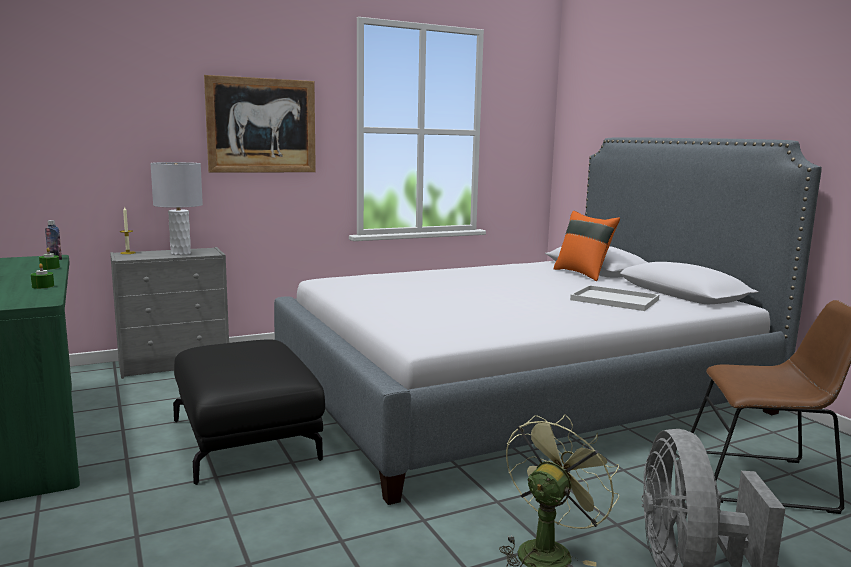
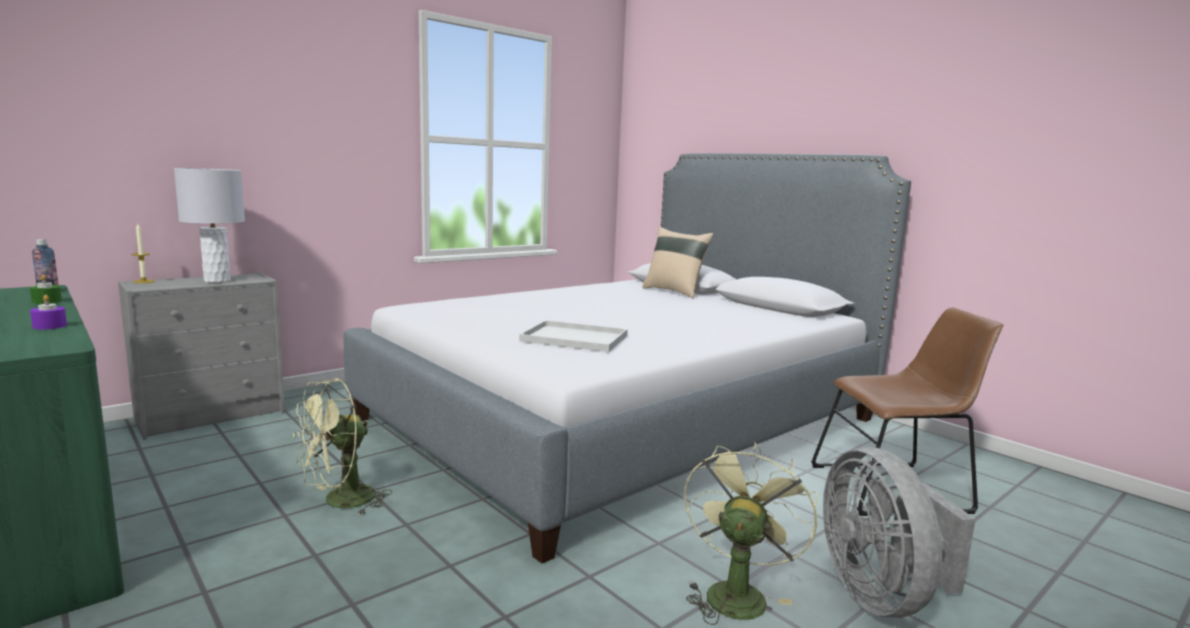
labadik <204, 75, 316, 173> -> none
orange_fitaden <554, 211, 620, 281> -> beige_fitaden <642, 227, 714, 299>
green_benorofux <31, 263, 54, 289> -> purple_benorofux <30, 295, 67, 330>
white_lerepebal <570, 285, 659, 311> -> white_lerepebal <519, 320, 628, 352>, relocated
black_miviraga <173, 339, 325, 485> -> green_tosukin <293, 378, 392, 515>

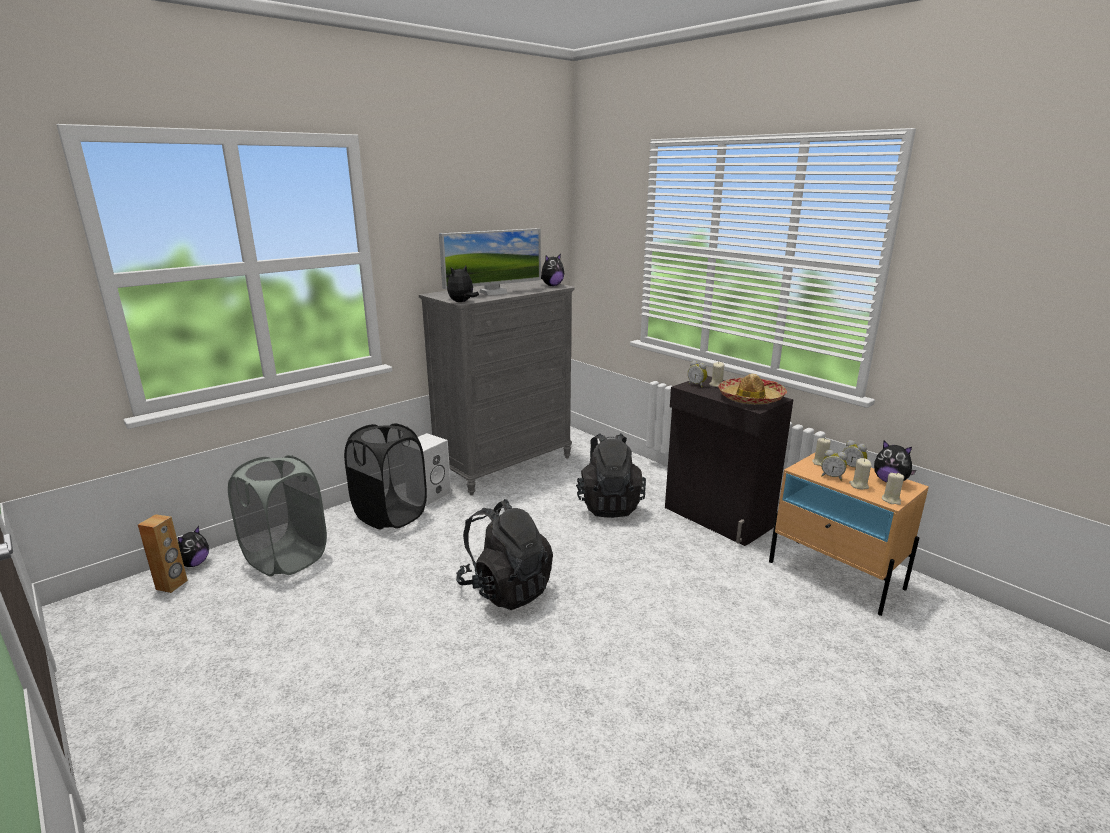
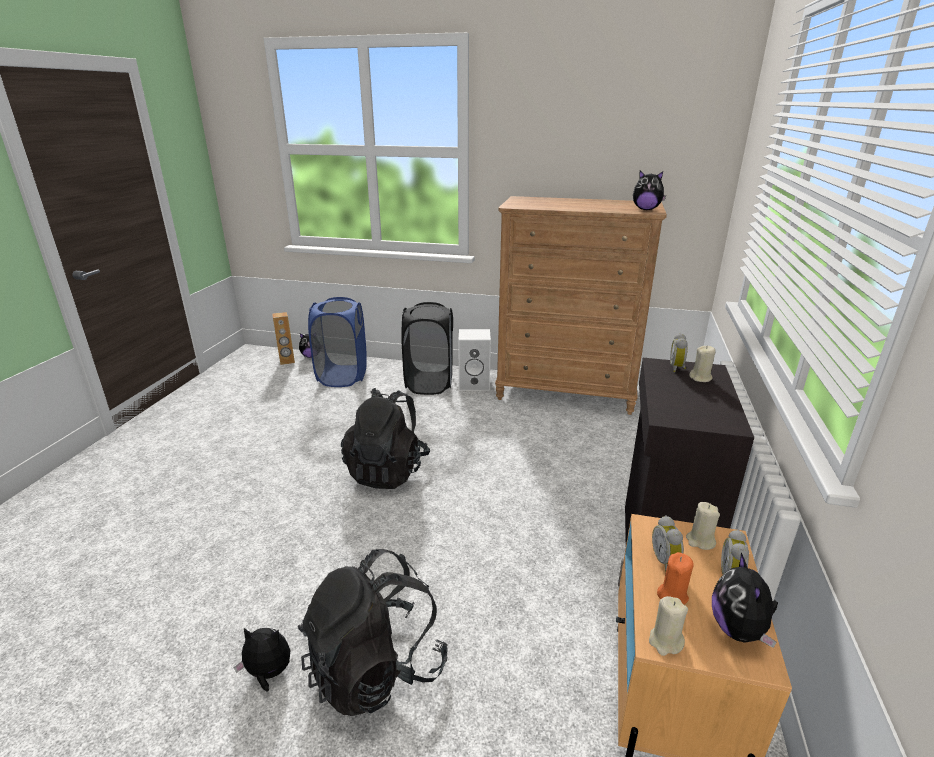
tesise <439, 228, 541, 295> -> none
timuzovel <447, 266, 479, 302> -> timuzovel <234, 628, 290, 692>, relocated
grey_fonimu <419, 280, 575, 495> -> brown_fonimu <495, 196, 667, 415>
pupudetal <718, 374, 787, 404> -> none
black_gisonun <576, 433, 646, 518> -> black_gisonun <298, 549, 448, 716>, relocated
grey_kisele <228, 455, 327, 577> -> blue_kisele <308, 297, 367, 387>
beige_benorofux <849, 458, 872, 490> -> orange_benorofux <657, 552, 694, 605>

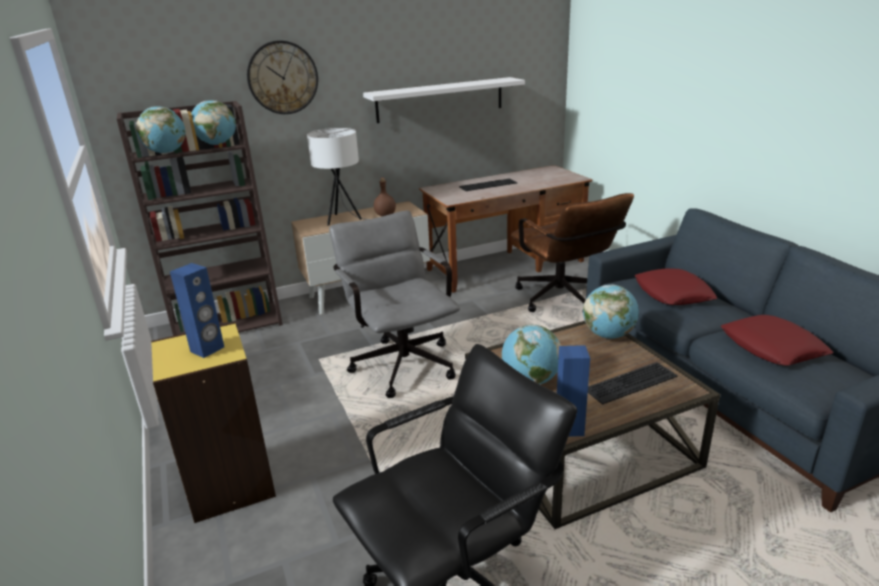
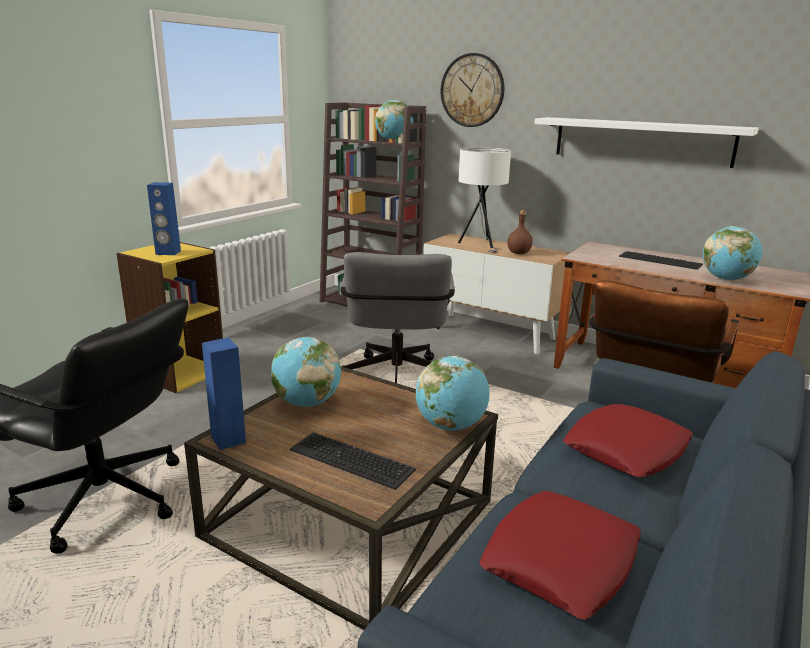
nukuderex <136, 106, 186, 154> -> nukuderex <703, 226, 762, 281>, relocated
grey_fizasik <329, 211, 460, 398> -> grey_fizasik <341, 252, 455, 383>, 150 degrees clockwise

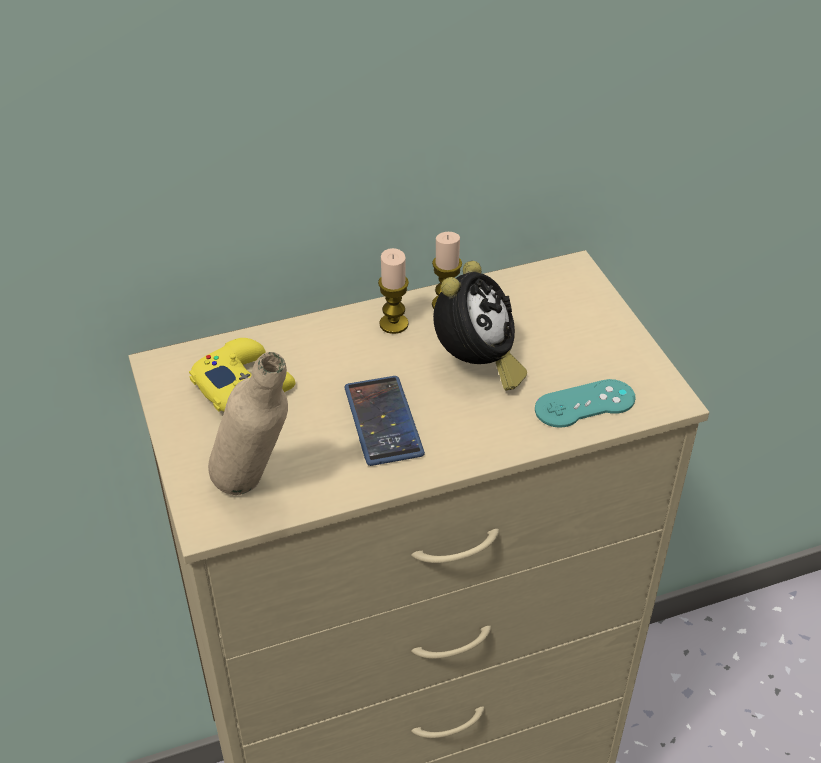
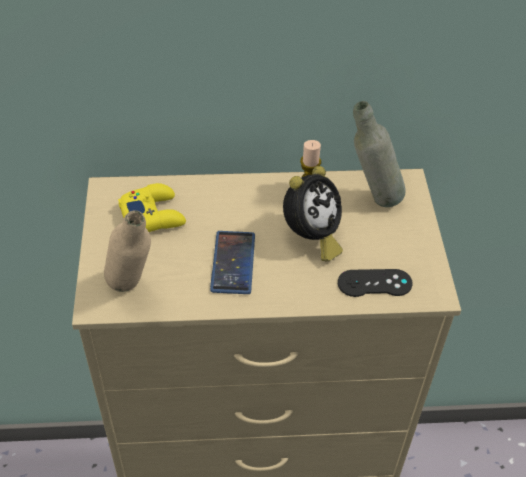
benorofux <378, 248, 409, 334> -> none
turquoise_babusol <535, 379, 636, 428> -> black_babusol <338, 269, 413, 297>
none -> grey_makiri <353, 101, 406, 207>

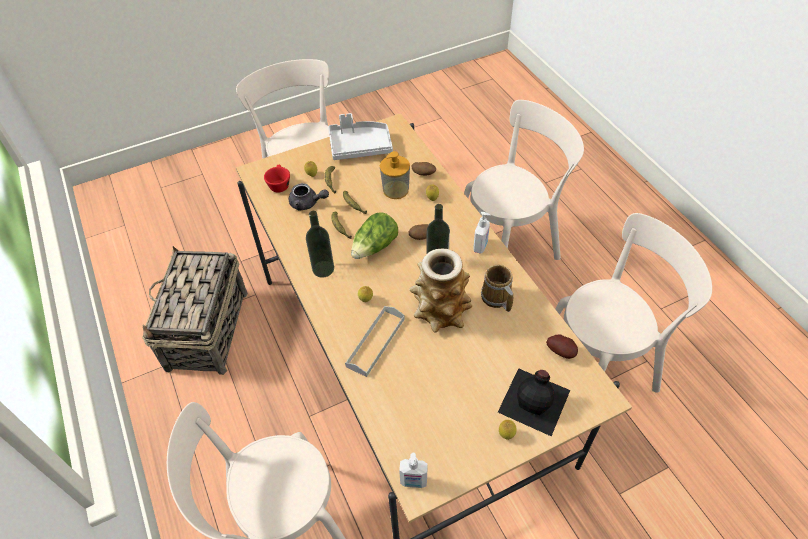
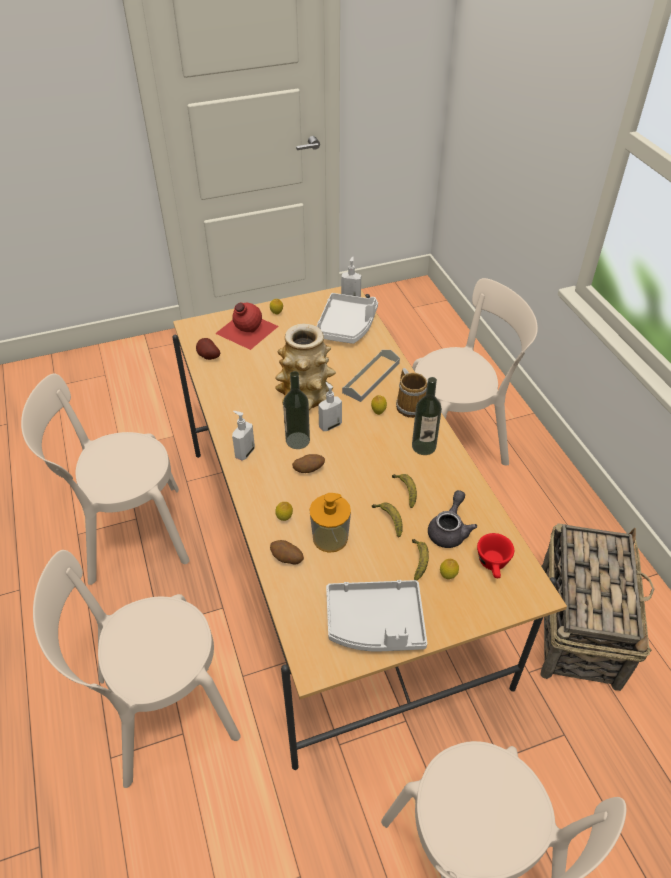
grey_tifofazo <289, 183, 329, 210> -> grey_tifofazo <428, 490, 477, 548>, 90 degrees clockwise
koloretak <351, 212, 398, 259> -> none
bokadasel <481, 265, 513, 312> -> bokadasel <396, 368, 427, 418>, relocated
black_makiri <498, 368, 570, 436> -> red_makiri <215, 302, 279, 350>
none -> white_lerepebal <317, 293, 378, 344>
none -> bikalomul <318, 382, 342, 431>

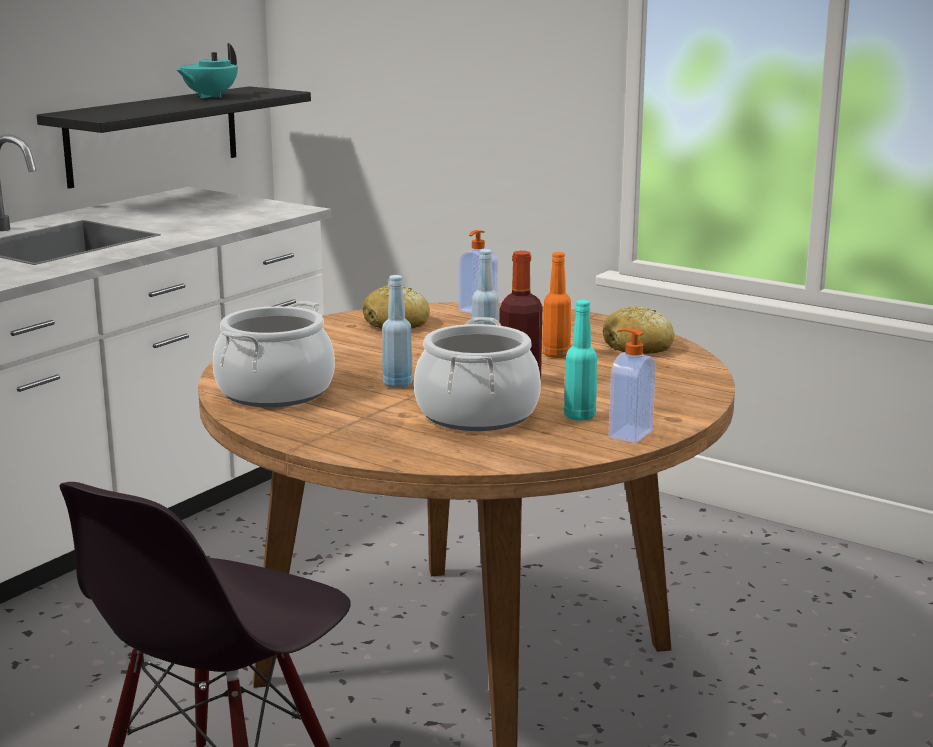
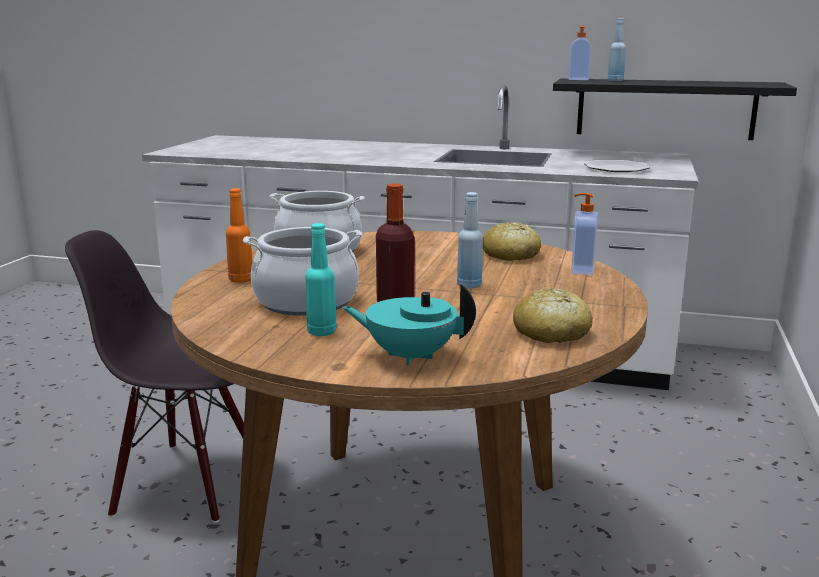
turquoise_tifofazo <177, 43, 238, 98> -> turquoise_tifofazo <342, 284, 476, 365>, relocated
orange_makiri <542, 252, 571, 358> -> orange_makiri <226, 188, 253, 283>, relocated
blue_makiri <382, 275, 413, 388> -> blue_makiri <608, 18, 626, 81>, relocated
bikalomul <609, 328, 656, 443> -> bikalomul <568, 26, 591, 80>, relocated
none -> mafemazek <584, 160, 650, 172>

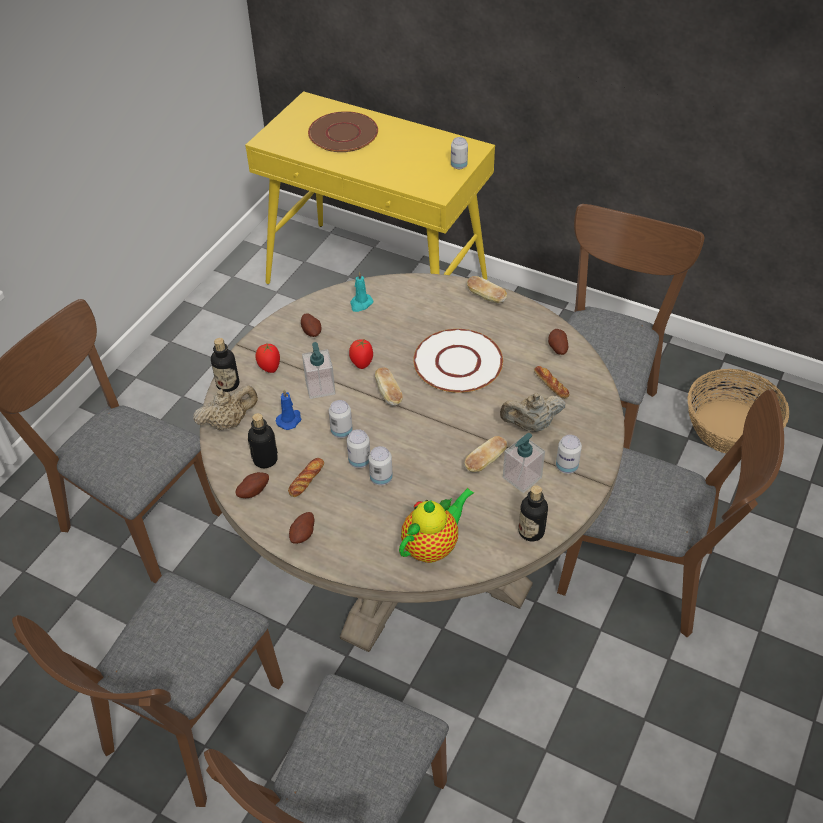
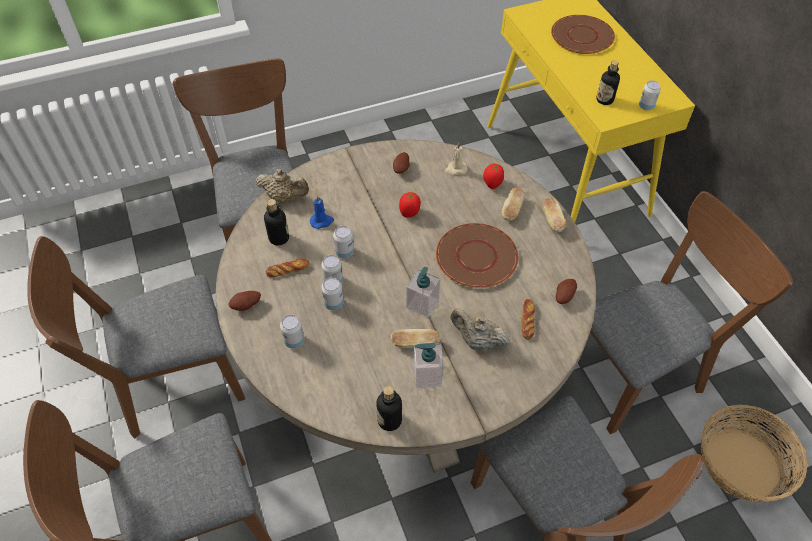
turquoise_benorofux <350, 271, 373, 312> -> beige_benorofux <445, 142, 467, 175>
white_mafemazek <413, 329, 503, 393> -> brown_mafemazek <436, 223, 518, 288>
makiri <211, 338, 239, 392> -> makiri <596, 60, 620, 105>, relocated
bikalomul <302, 342, 335, 399> -> bikalomul <406, 267, 440, 317>, relocated
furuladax <255, 344, 280, 373> -> furuladax <483, 164, 504, 189>, relocated
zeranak <375, 367, 403, 406> -> zeranak <502, 188, 524, 221>, relocated
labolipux <556, 435, 582, 474> -> labolipux <280, 315, 304, 349>, relocated
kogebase <235, 472, 269, 498> -> none
tifofazo <399, 488, 474, 563> -> none

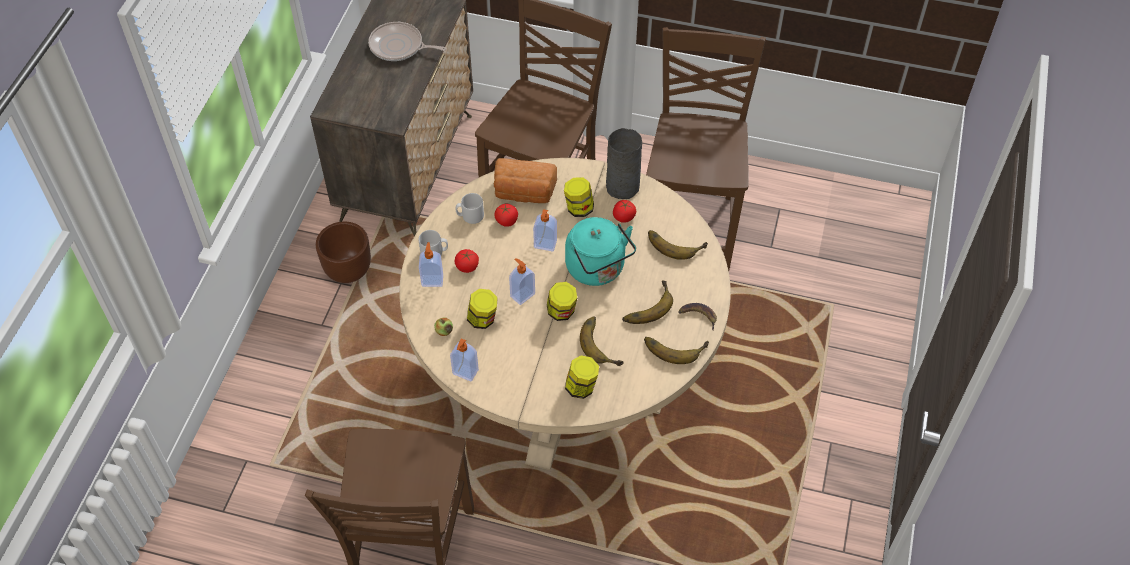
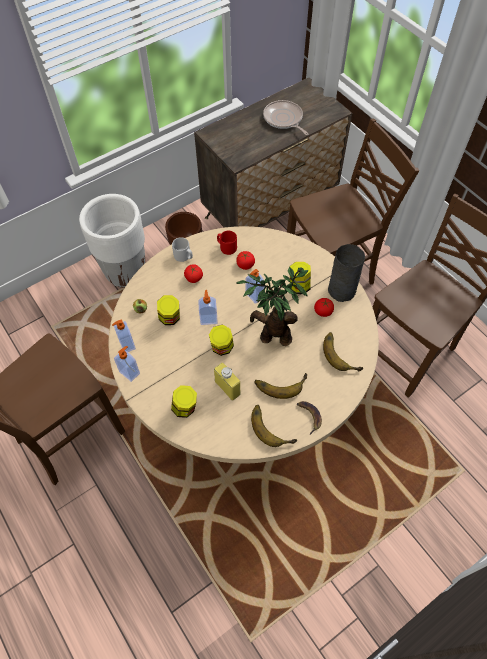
zeranak <494, 158, 557, 203> -> none
grey_bokadasel <456, 193, 484, 224> -> red_bokadasel <217, 231, 237, 255>
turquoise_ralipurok <565, 217, 636, 286> -> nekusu <236, 267, 309, 346>
bikalomul <419, 242, 443, 287> -> bikalomul <114, 346, 140, 382>, relocated
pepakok <580, 317, 624, 366> -> yellow_makiri <214, 363, 241, 401>
none -> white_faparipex <79, 194, 145, 288>

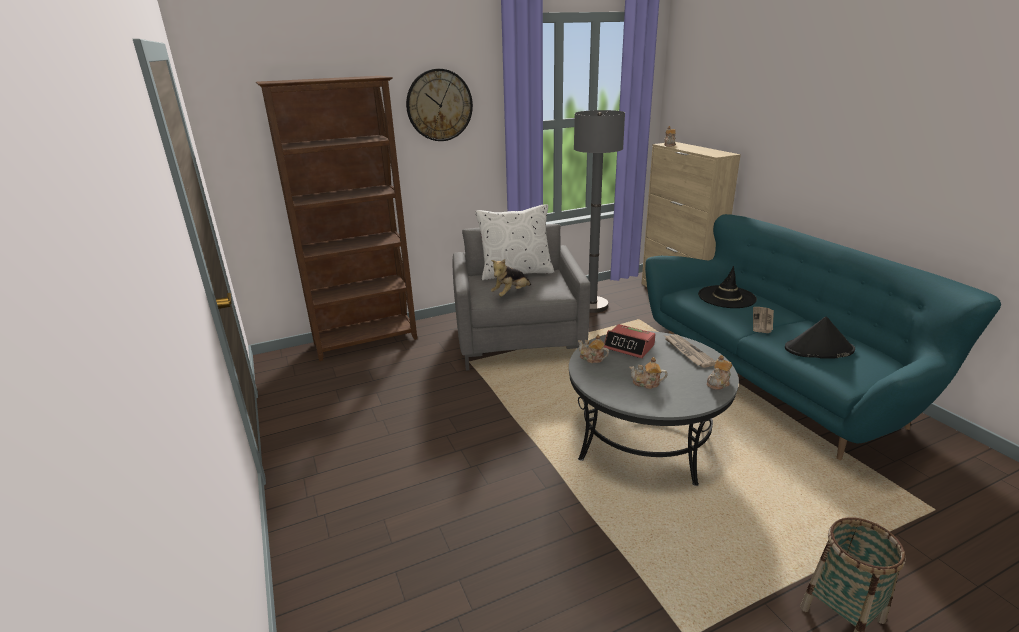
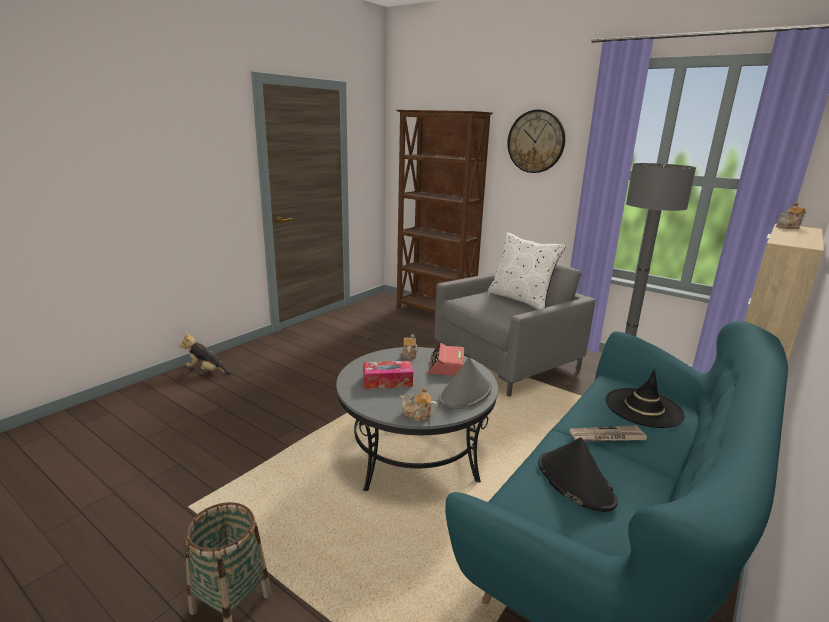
timuzovel <491, 259, 531, 297> -> timuzovel <179, 333, 232, 375>, relocated
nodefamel <665, 335, 716, 368> -> grey_pupudetal <439, 357, 492, 409>
tifofazo <629, 357, 668, 389> -> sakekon <363, 361, 413, 389>

